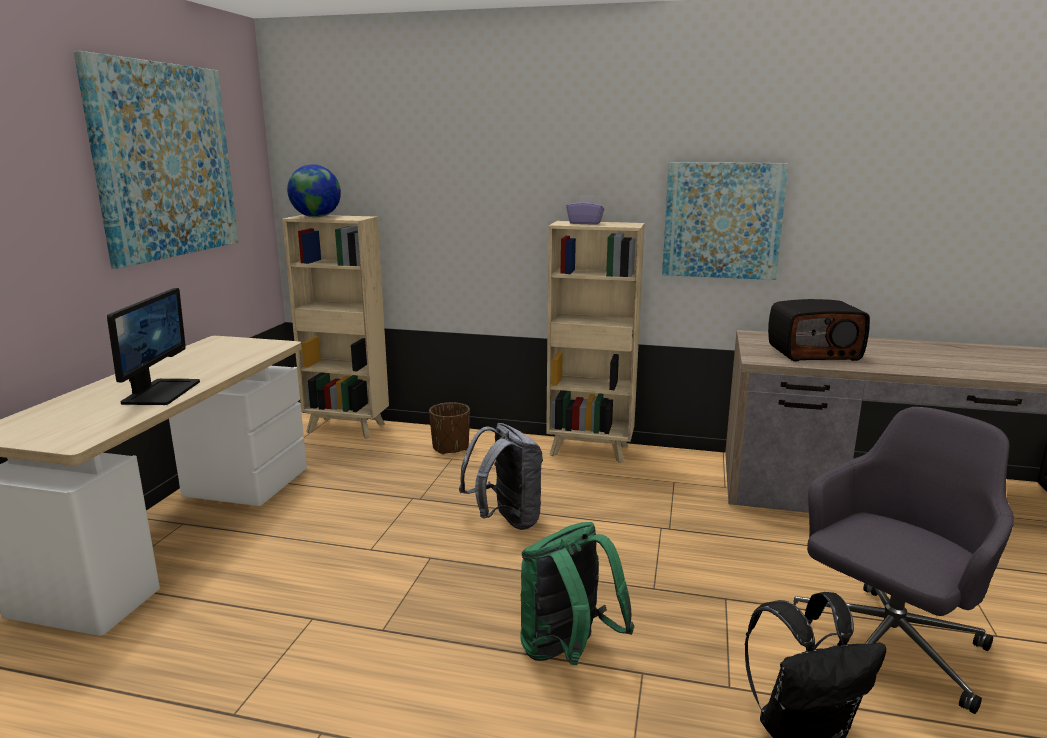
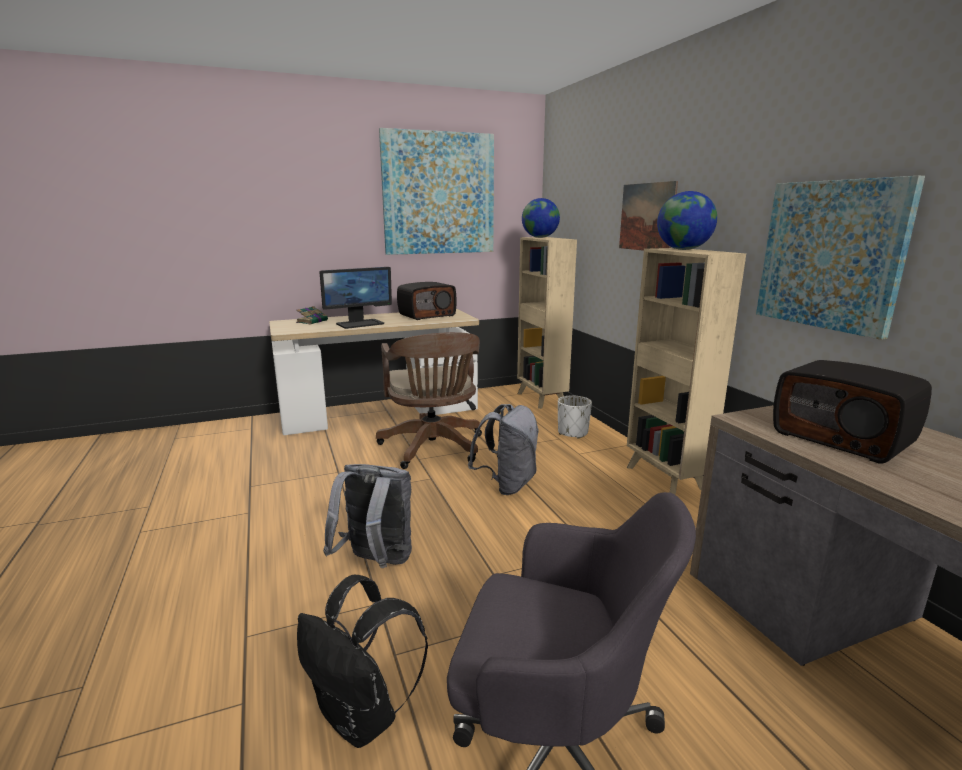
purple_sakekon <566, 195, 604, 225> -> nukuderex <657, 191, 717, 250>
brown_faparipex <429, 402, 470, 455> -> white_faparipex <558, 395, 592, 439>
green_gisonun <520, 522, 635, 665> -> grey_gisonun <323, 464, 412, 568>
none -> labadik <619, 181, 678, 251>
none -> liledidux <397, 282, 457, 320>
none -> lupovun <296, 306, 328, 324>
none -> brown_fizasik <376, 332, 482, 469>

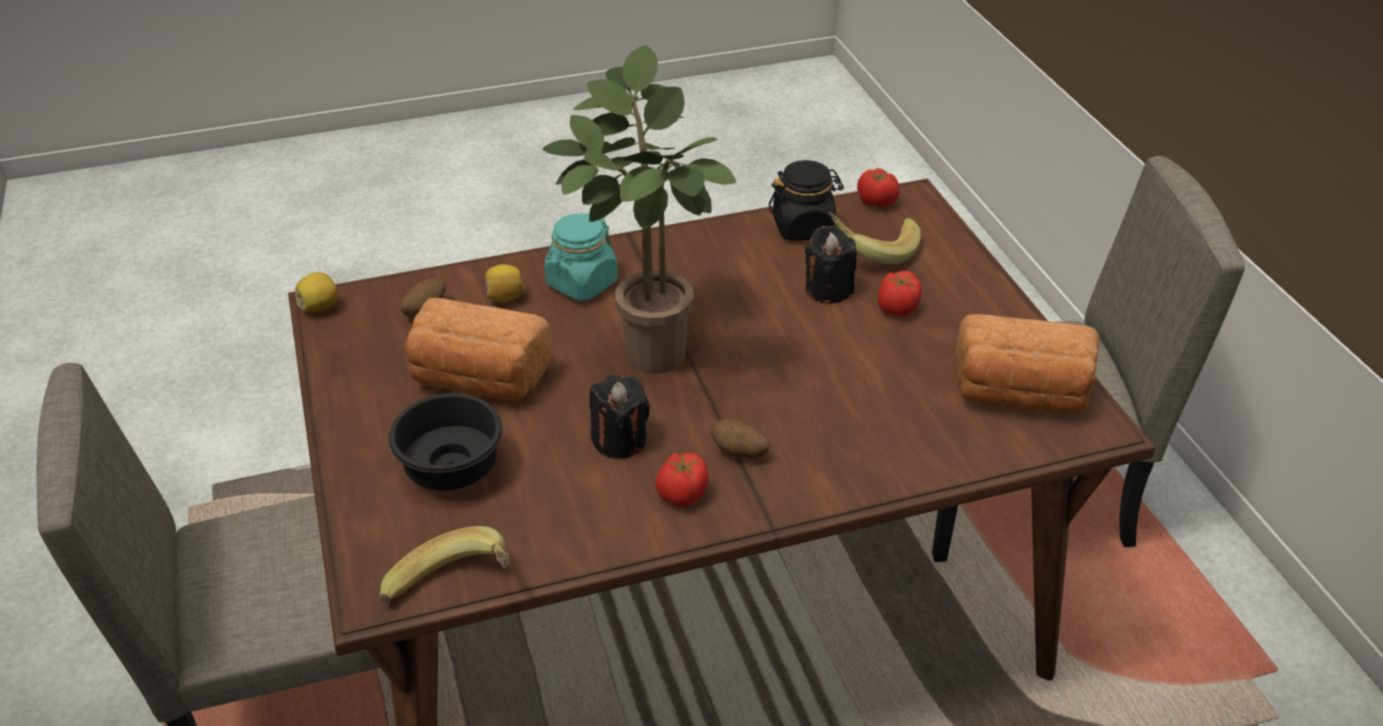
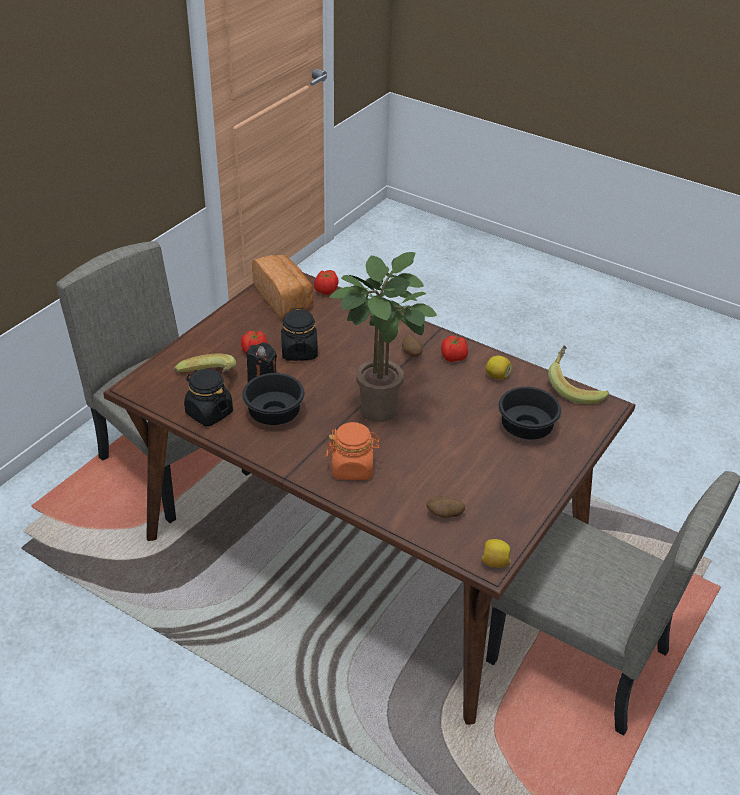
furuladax <857, 168, 899, 207> -> furuladax <314, 270, 338, 295>, relocated
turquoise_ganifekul <544, 213, 618, 301> -> orange_ganifekul <326, 422, 380, 480>
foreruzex <485, 264, 525, 302> -> foreruzex <486, 355, 512, 380>, relocated
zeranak <405, 298, 554, 401> -> none
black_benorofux <589, 375, 650, 459> -> none
none -> black_ganifekul <281, 308, 318, 361>
none -> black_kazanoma <242, 373, 305, 425>

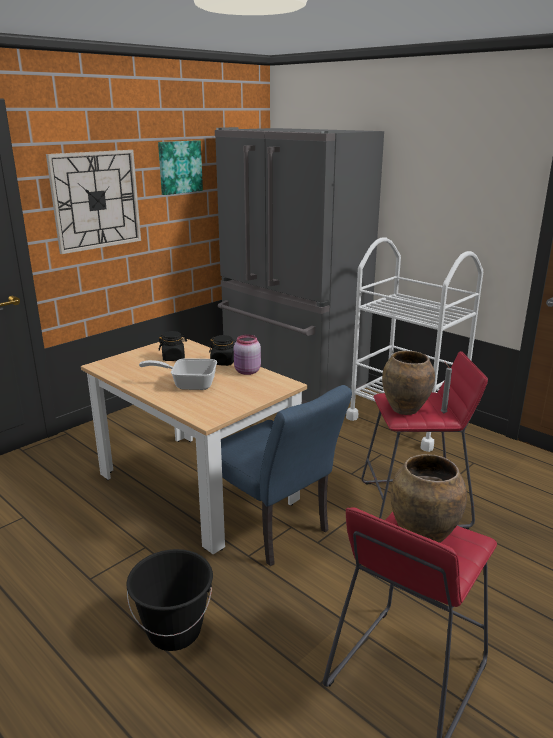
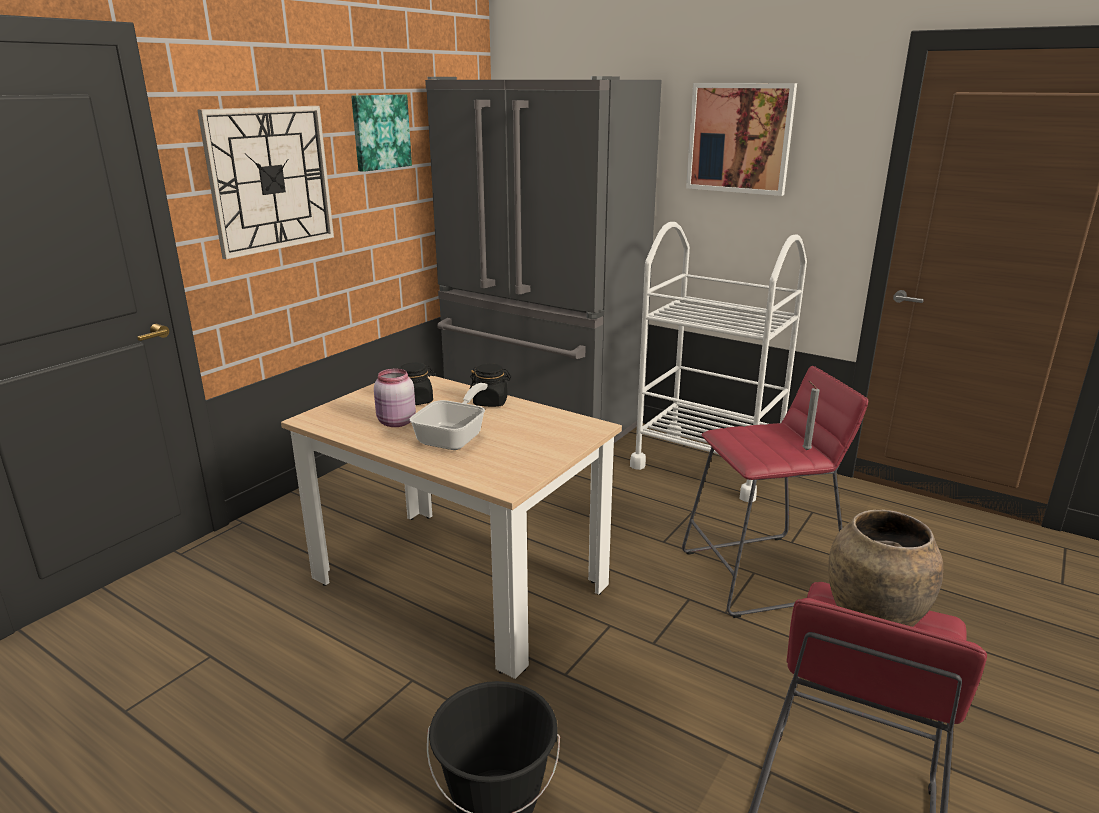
pink_ganifekul <234, 335, 261, 375> -> pink_ganifekul <374, 369, 416, 427>, relocated
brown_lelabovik <382, 351, 435, 415> -> none
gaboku <139, 358, 217, 390> -> gaboku <410, 383, 488, 450>, 120 degrees clockwise
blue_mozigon <221, 385, 352, 566> -> none
none -> labadik <686, 83, 797, 196>

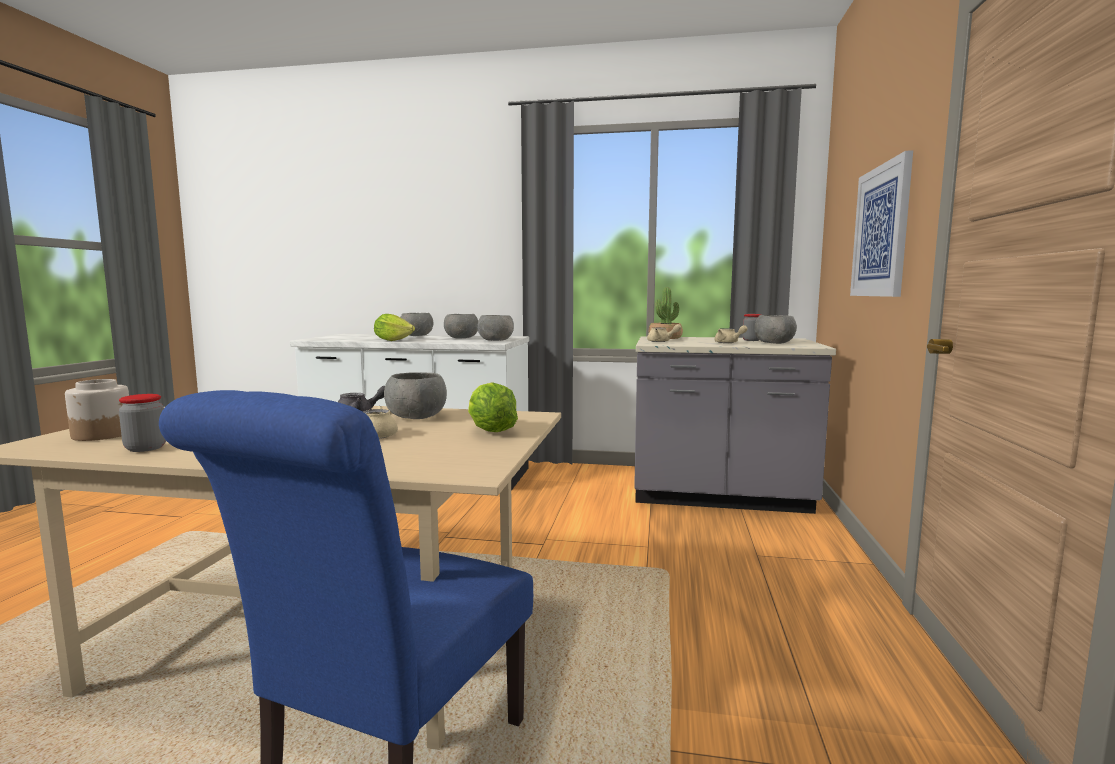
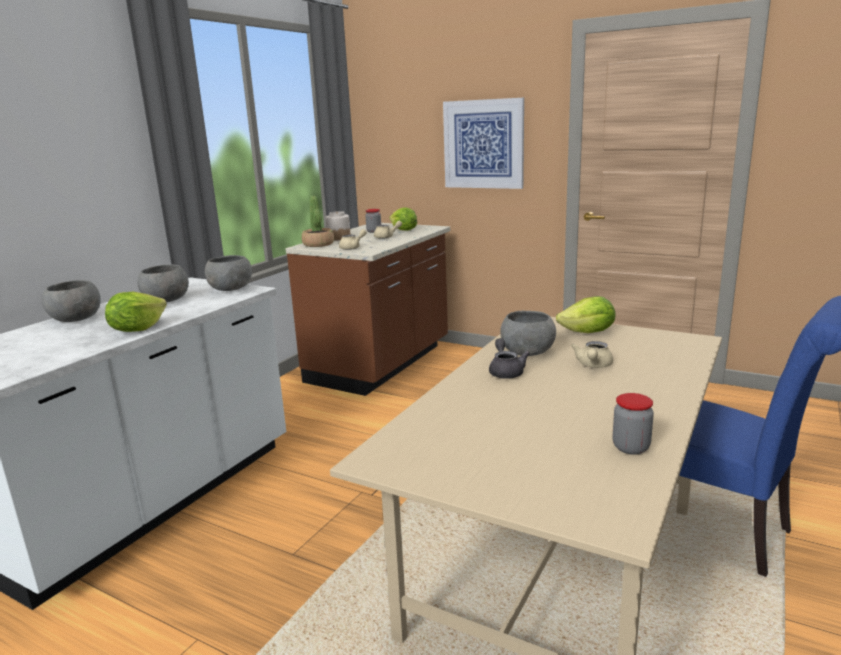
grey_kazanoma <754, 315, 797, 344> -> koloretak <389, 207, 417, 231>
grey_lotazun <634, 336, 836, 514> -> brown_lotazun <286, 223, 450, 396>
ganifekul <65, 379, 129, 441> -> ganifekul <325, 211, 351, 240>, relocated

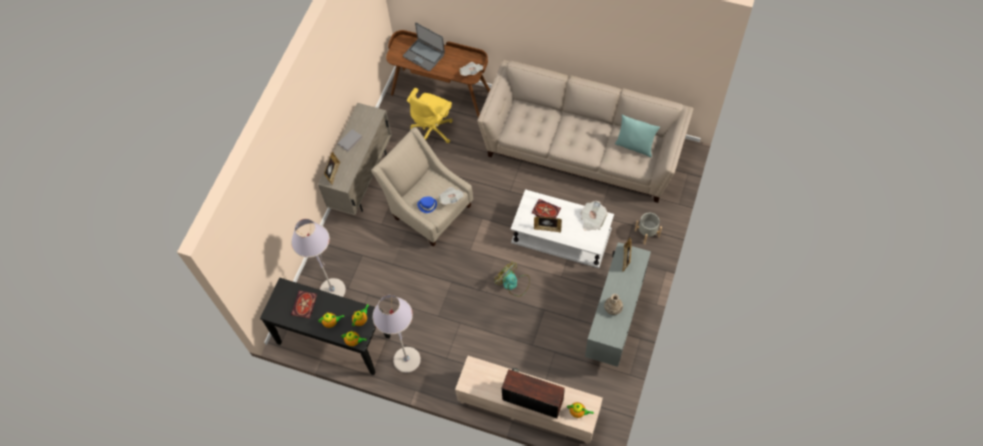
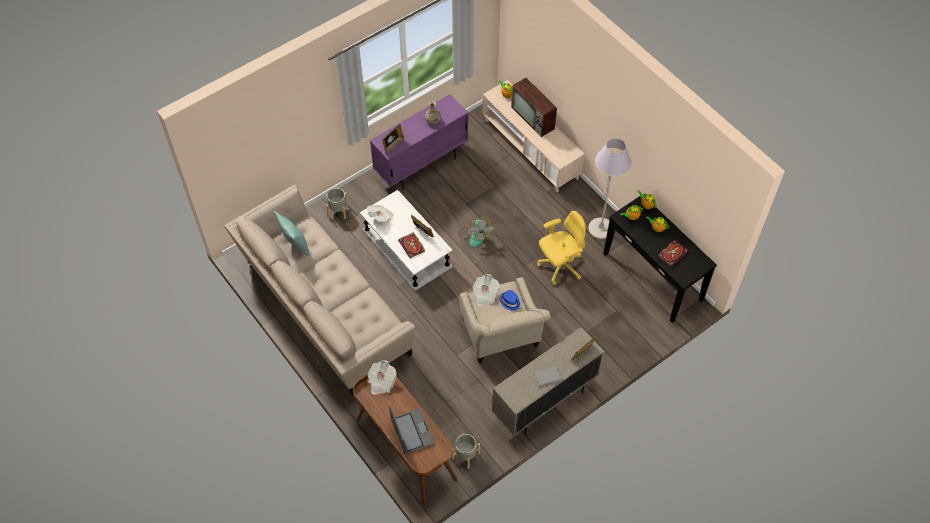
yellow_fizasik <407, 88, 453, 143> -> yellow_fizasik <537, 211, 586, 285>, relocated
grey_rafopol <291, 219, 346, 297> -> none
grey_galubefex <585, 242, 651, 367> -> purple_galubefex <370, 94, 468, 191>
none -> grey_faparipex <452, 434, 480, 469>

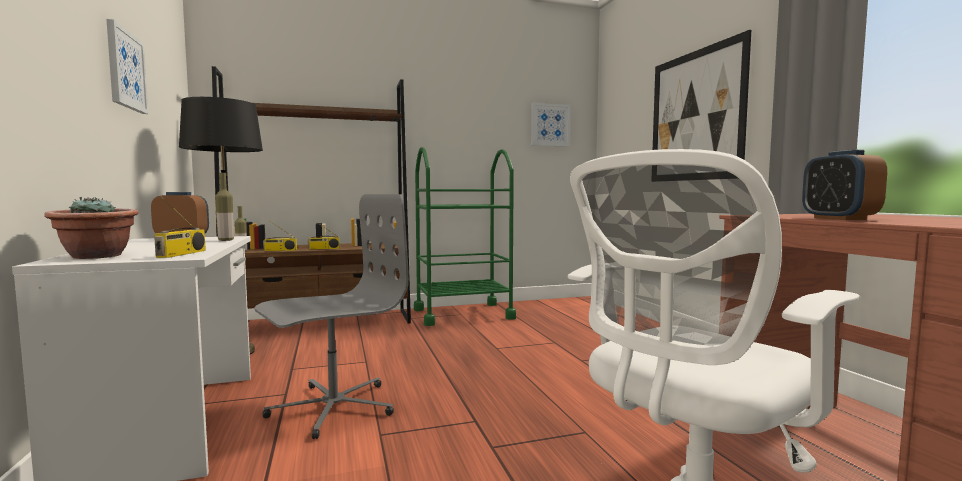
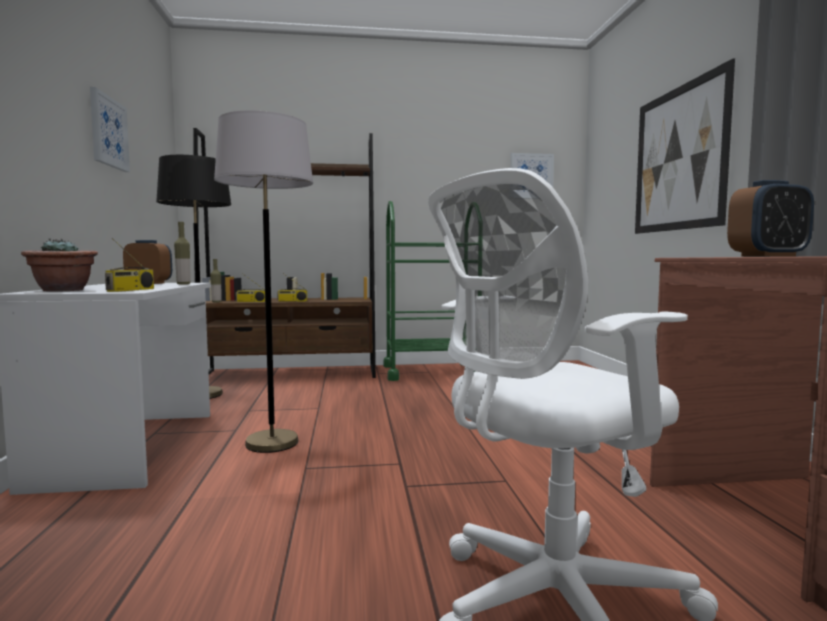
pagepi <802, 150, 887, 220> -> pagepi <727, 180, 814, 257>, 105 degrees counterclockwise
grey_fizasik <255, 194, 409, 439> -> grey_rafopol <214, 111, 313, 453>

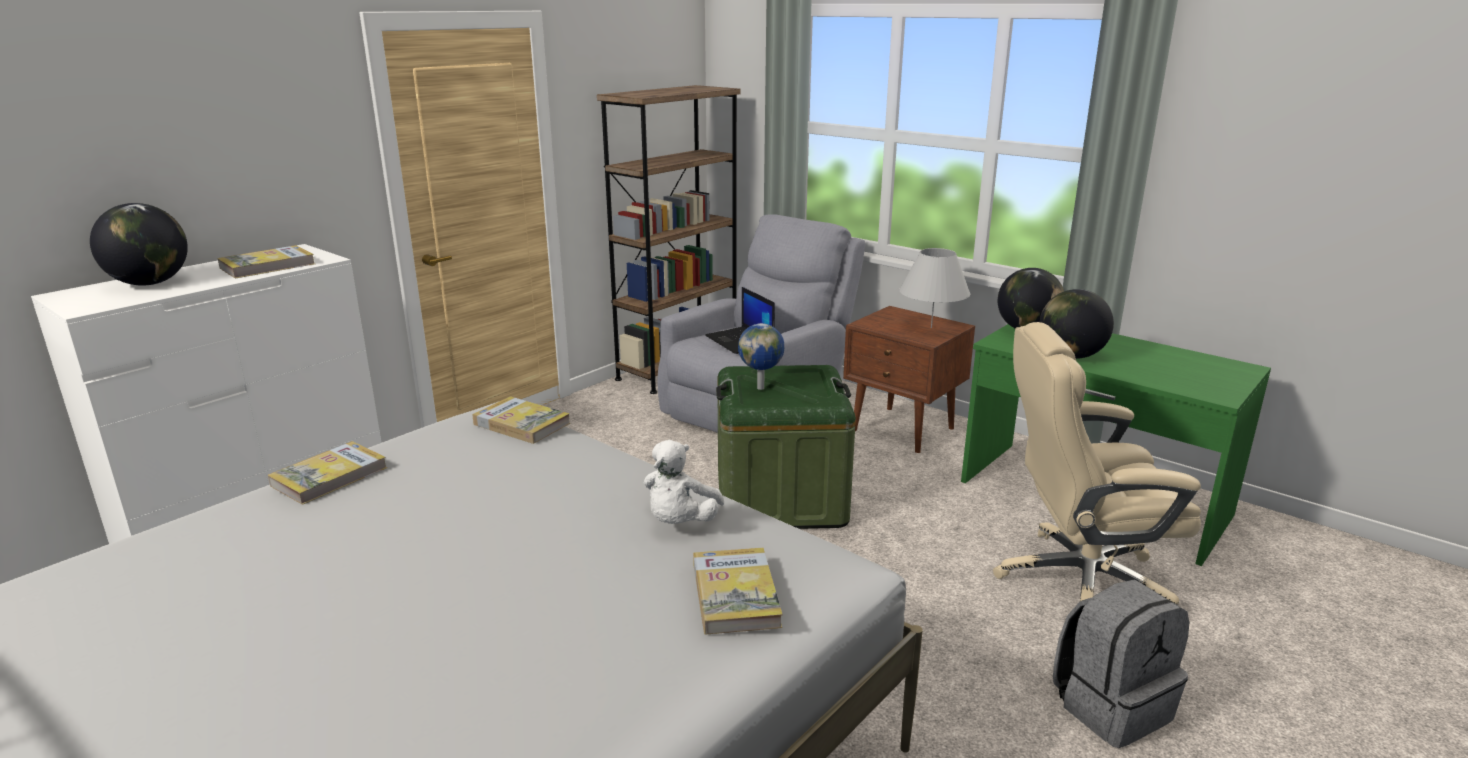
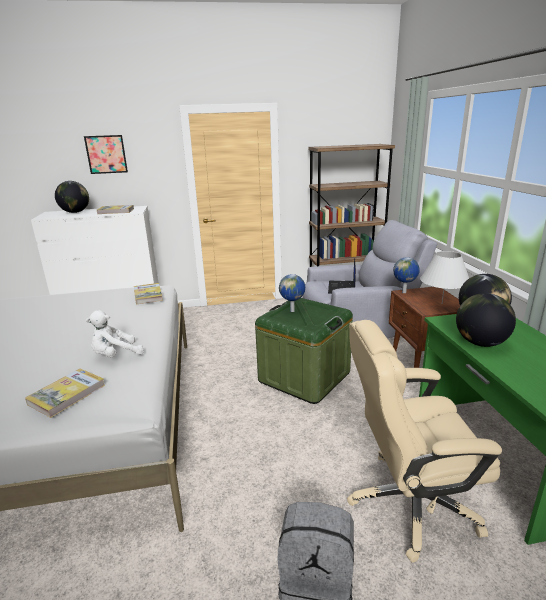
beige_fizasik <993, 322, 1201, 605> -> beige_fizasik <347, 320, 502, 563>, 45 degrees counterclockwise
lupovun <268, 441, 387, 505> -> none
none -> labadik <84, 135, 128, 174>
none -> nukuderex <393, 257, 420, 293>

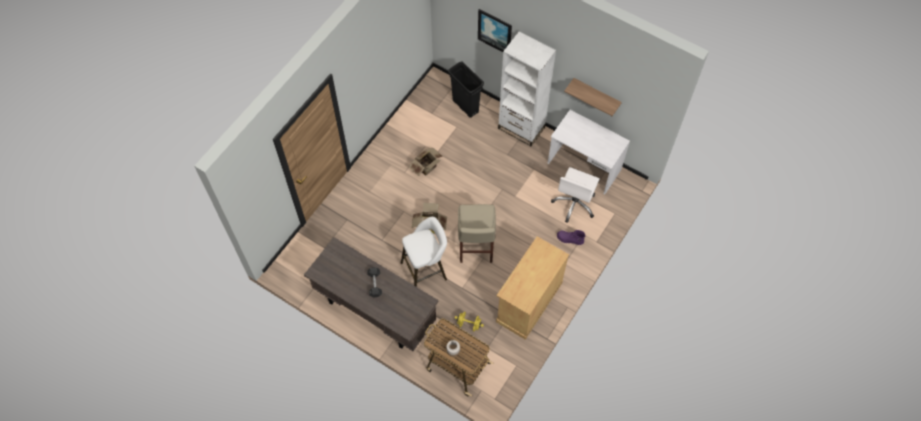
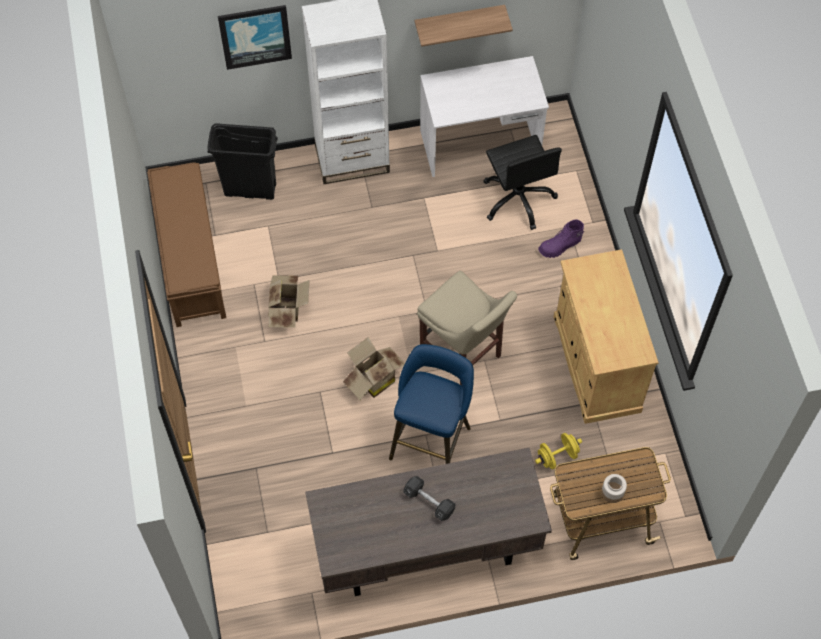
white_fizasik <551, 167, 600, 223> -> black_fizasik <483, 135, 562, 230>
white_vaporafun <401, 217, 447, 287> -> blue_vaporafun <389, 344, 474, 464>
none -> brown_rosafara <147, 162, 226, 327>

